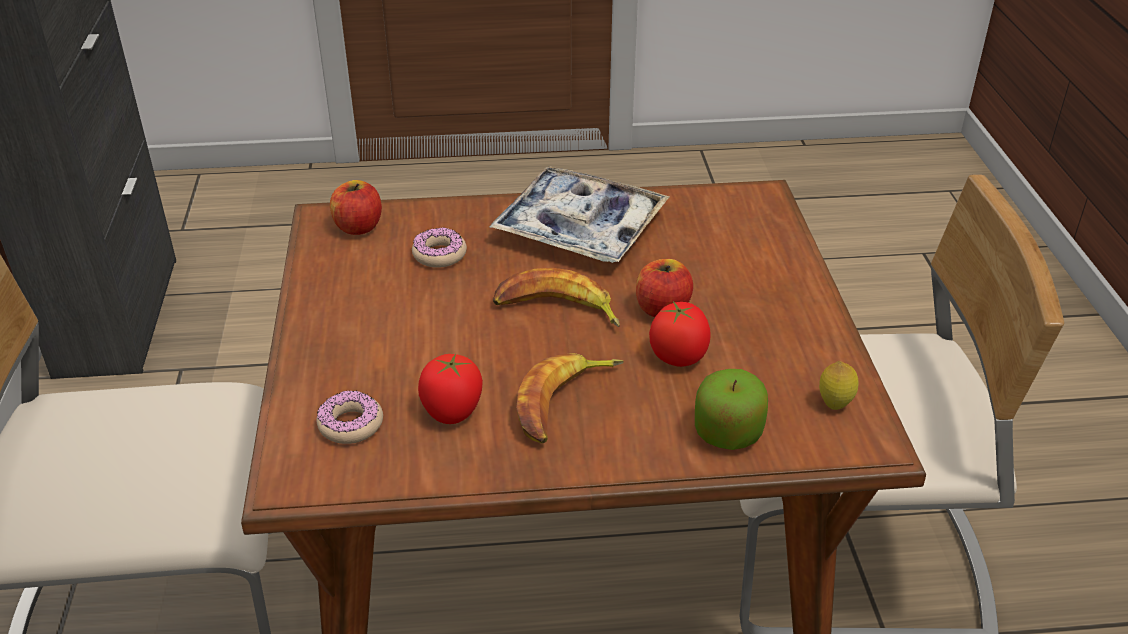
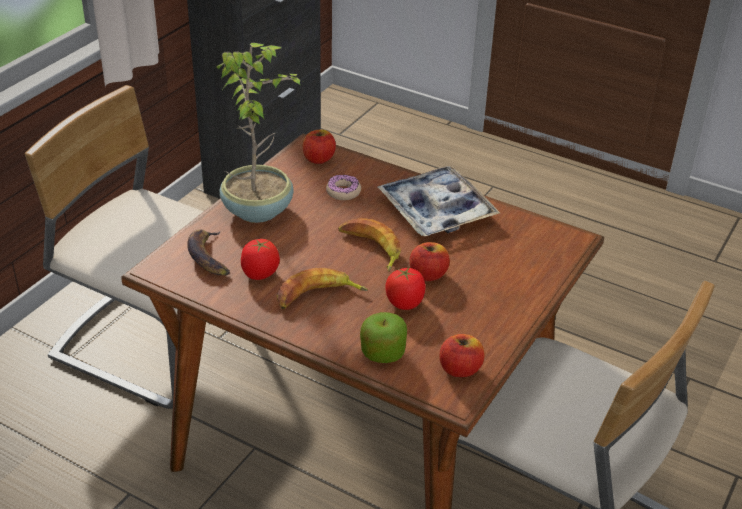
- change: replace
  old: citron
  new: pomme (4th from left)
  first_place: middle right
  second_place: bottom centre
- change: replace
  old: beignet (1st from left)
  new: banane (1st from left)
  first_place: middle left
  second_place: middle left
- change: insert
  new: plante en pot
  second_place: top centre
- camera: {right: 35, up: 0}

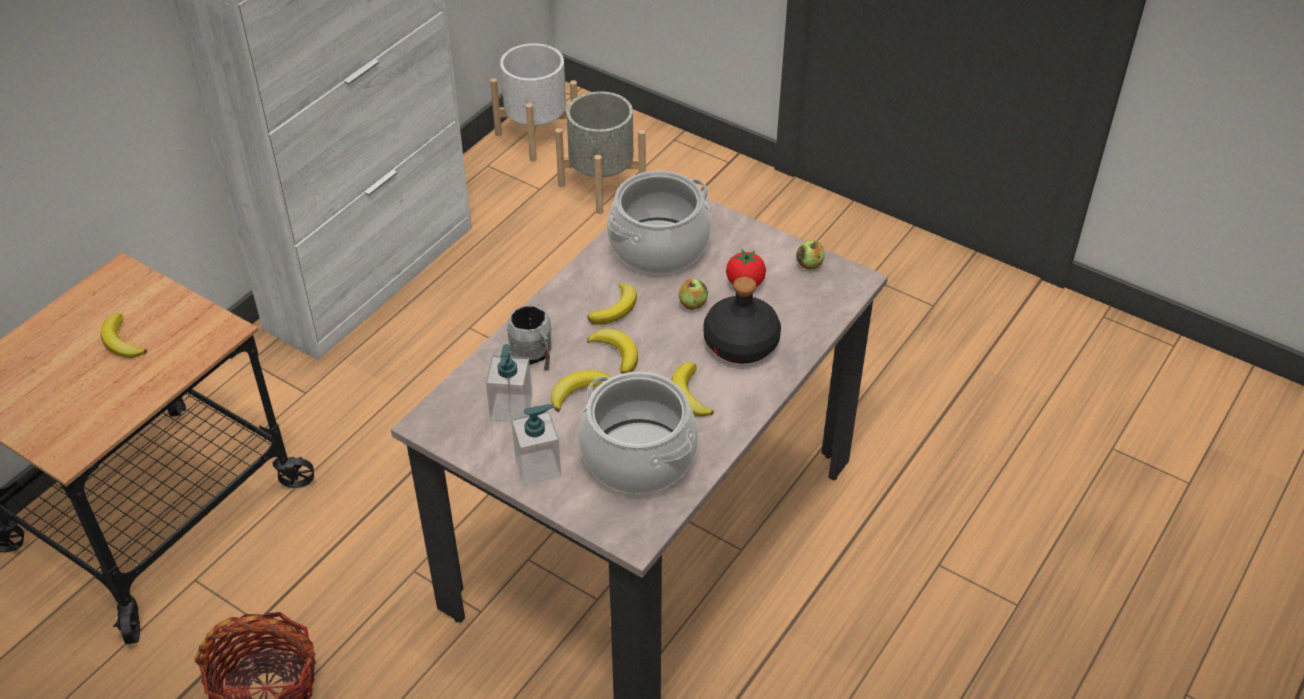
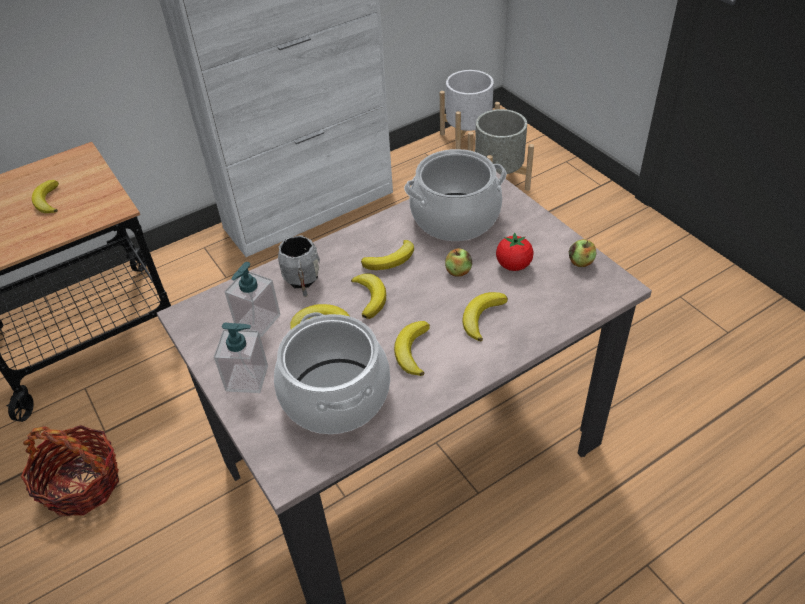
- change: replace
  old: bouteille/noir
  new: banane (6th from left)
  first_place: centre
  second_place: centre
- camera: {right: 25, up: 0}

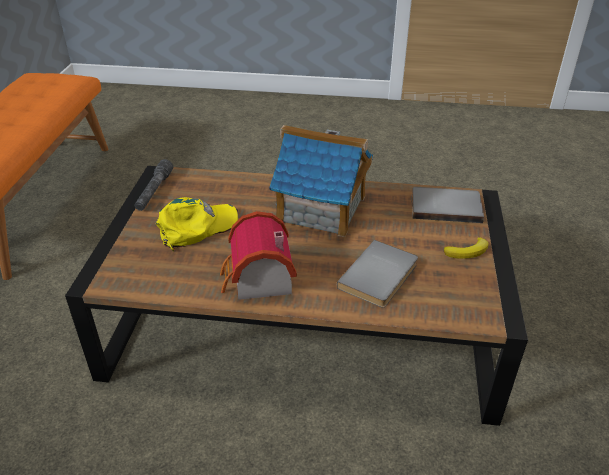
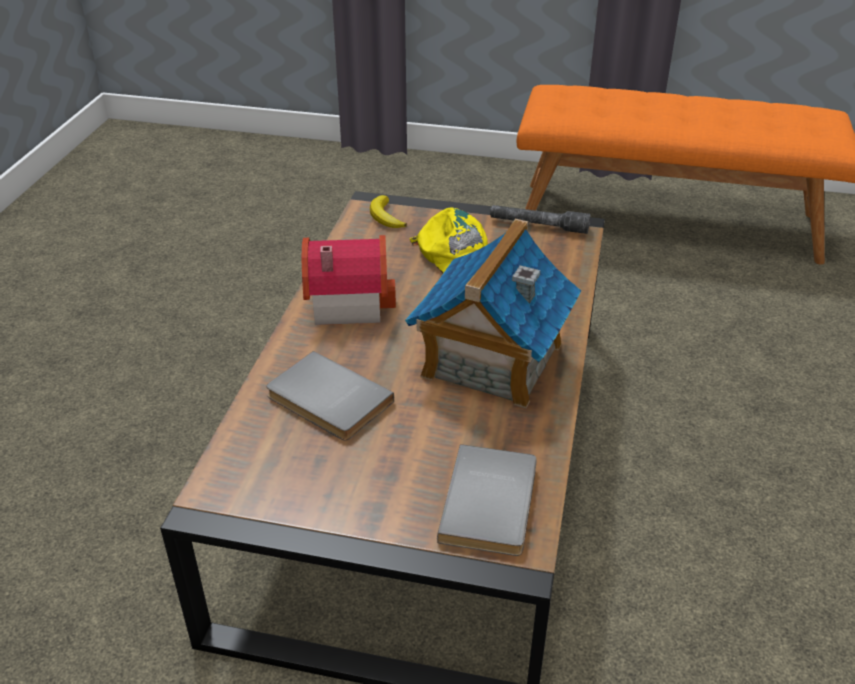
- change: move
  old: banane
  first_place: middle right
  second_place: top centre
- camera: {right: 95, up: 0}

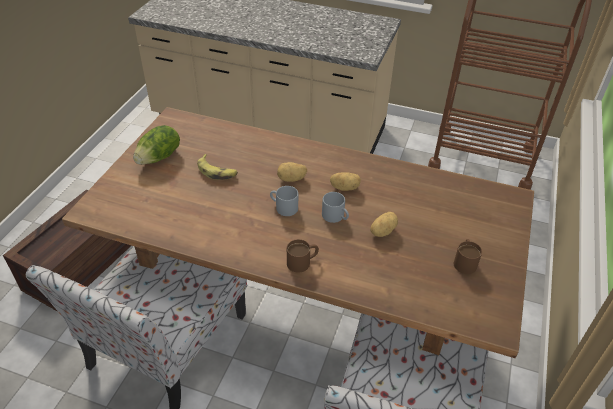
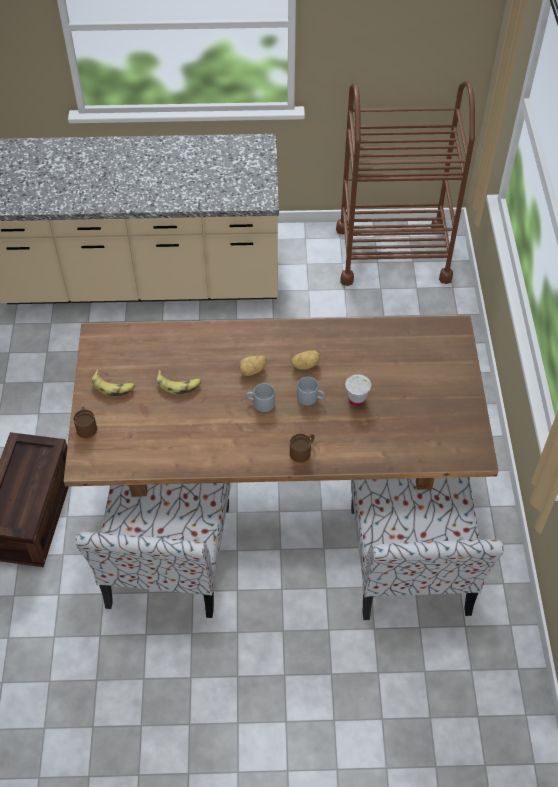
- change: replace
  old: laitue
  new: banane (1st from left)
  first_place: middle left
  second_place: middle left
- change: replace
  old: pomme de terre (3rd from left)
  new: tasse/blanc
  first_place: centre
  second_place: centre
- change: move
  old: mug/marron (2nd from left in the first image)
  new: mug/marron (1st from left)
  first_place: middle right
  second_place: middle left
- camera: {right: -20, up: 10}

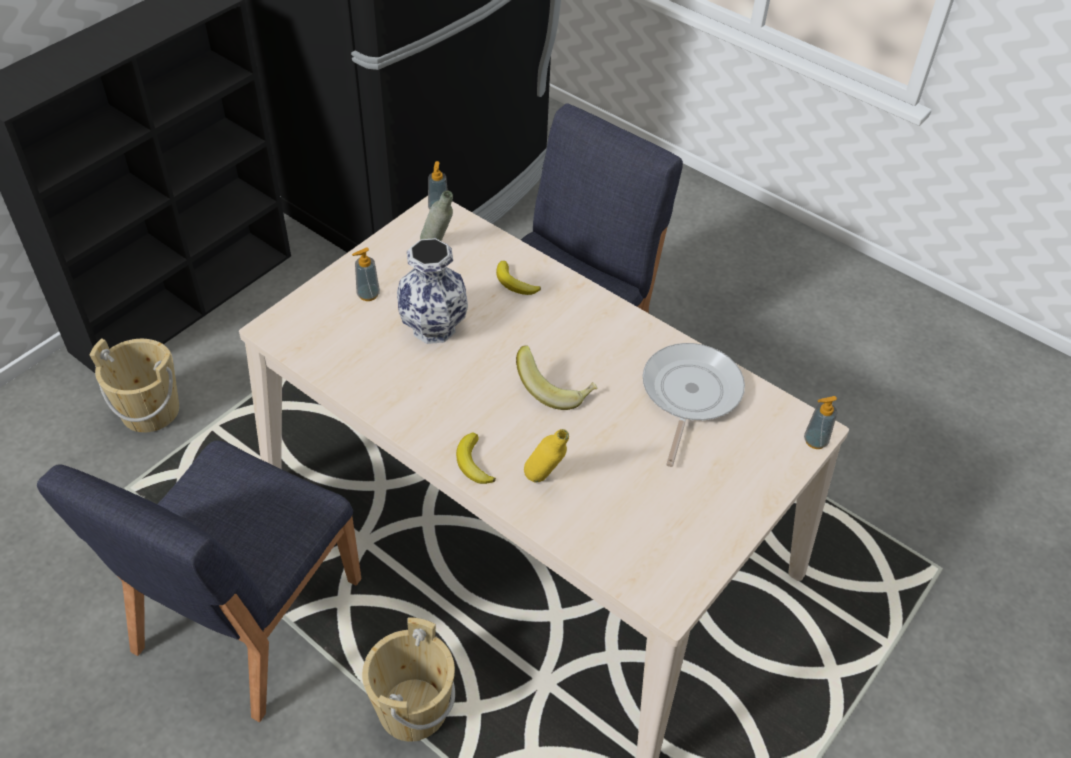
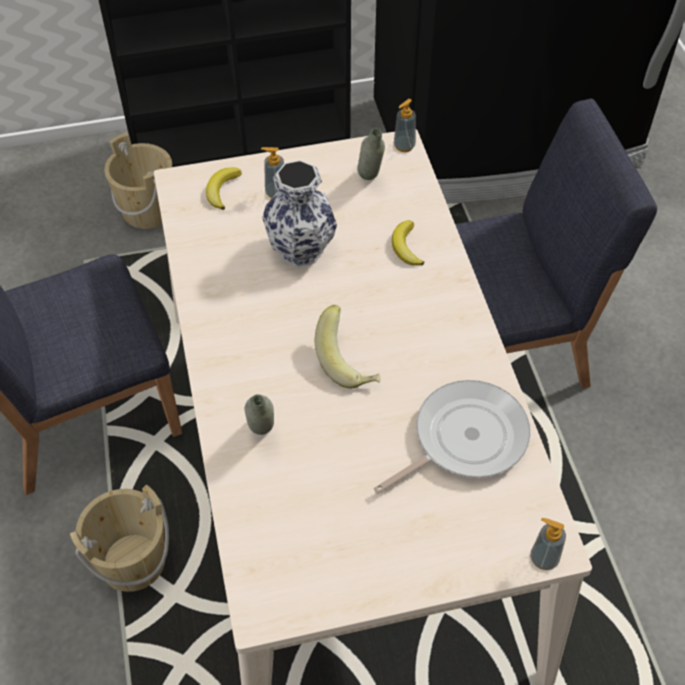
- change: recolor
  old: bouteille/jaune
  new: bouteille/gris (1st from left)
  first_place: centre
  second_place: centre
- change: move
  old: banane (1st from left)
  first_place: centre
  second_place: top left
- camera: {right: 40, up: 5}

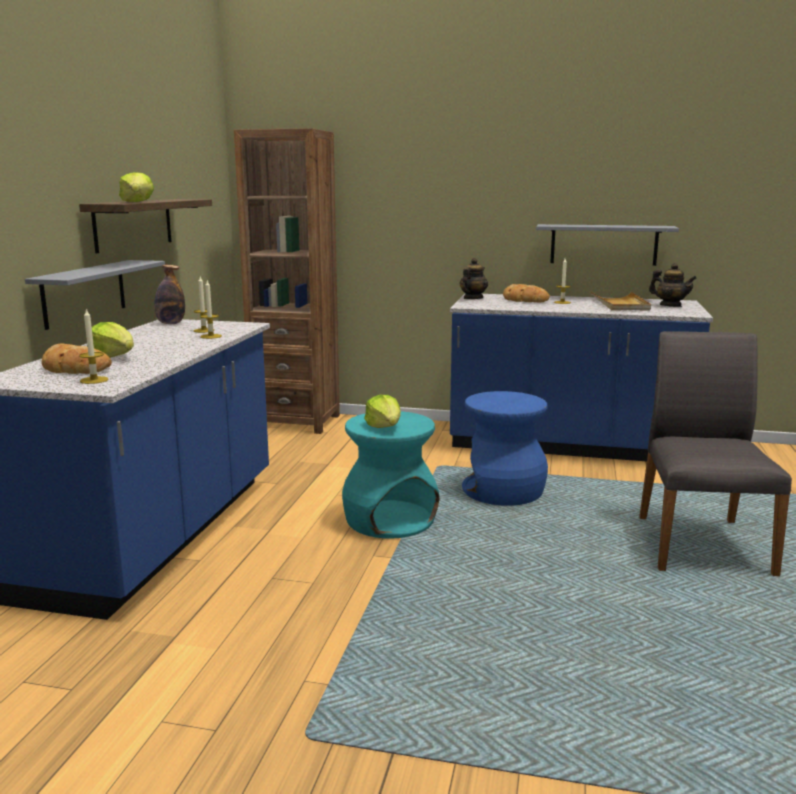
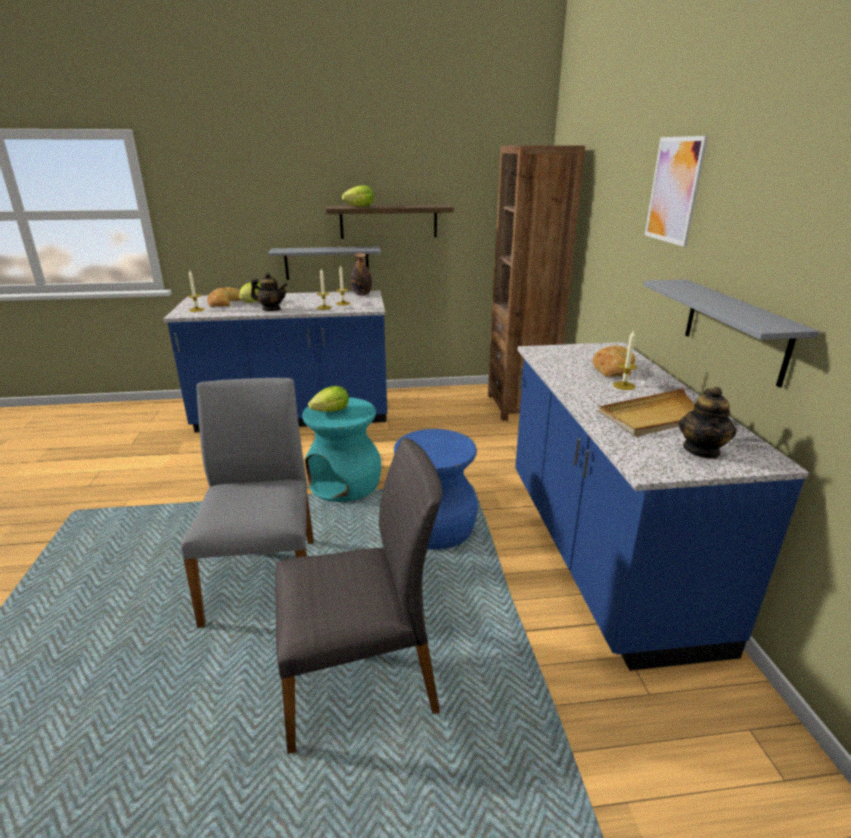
- change: move
  old: théière (1st from left)
  first_place: centre
  second_place: middle left
- change: insert
  new: tableau
  second_place: top right
- change: insert
  new: chaise/gris (1st from left)
  second_place: middle left
- camera: {right: 70, up: 10}

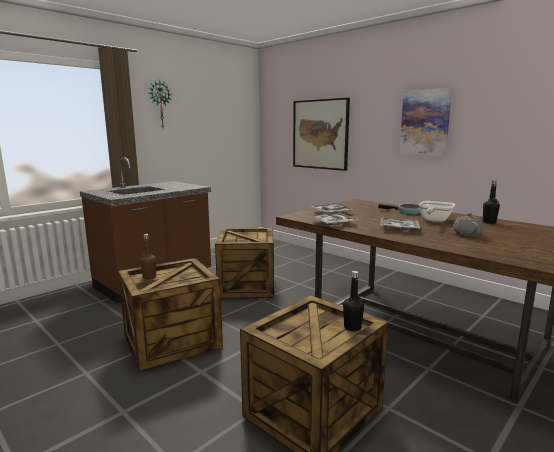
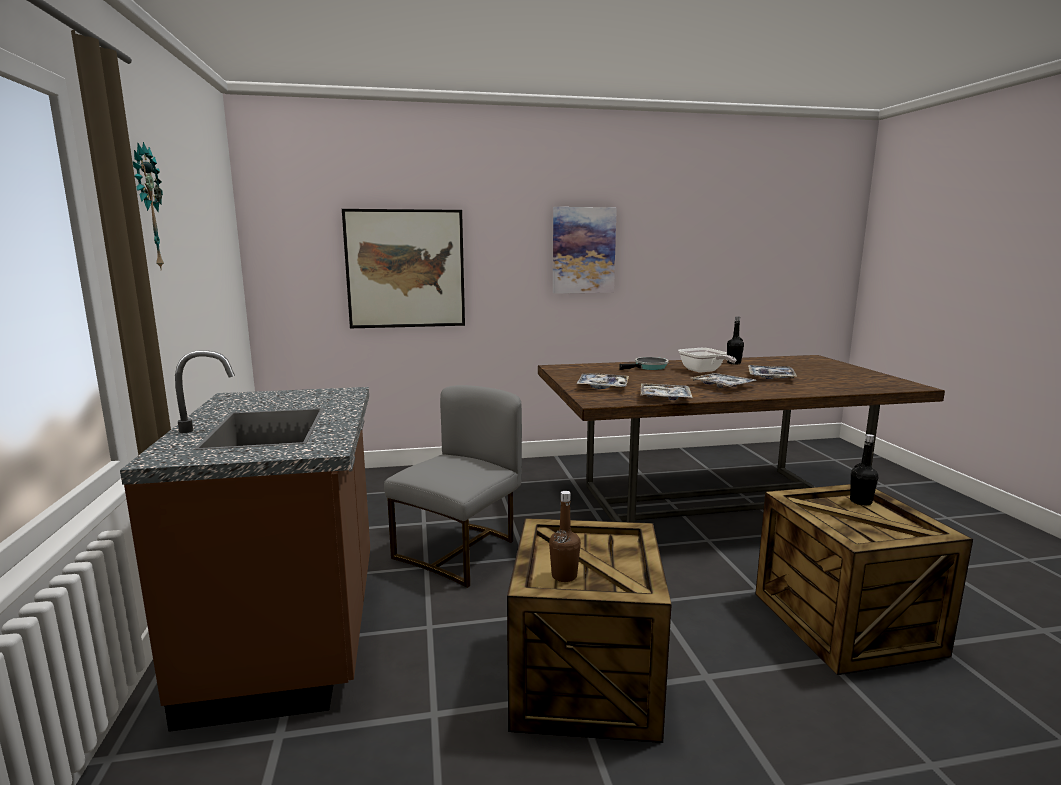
- change: replace
  old: théière/gris
  new: plateau (4th from left)
  first_place: middle right
  second_place: middle right
- change: replace
  old: caisse (2nd from left)
  new: chaise/gris
  first_place: centre
  second_place: centre
- camera: {right: -55, up: 0}

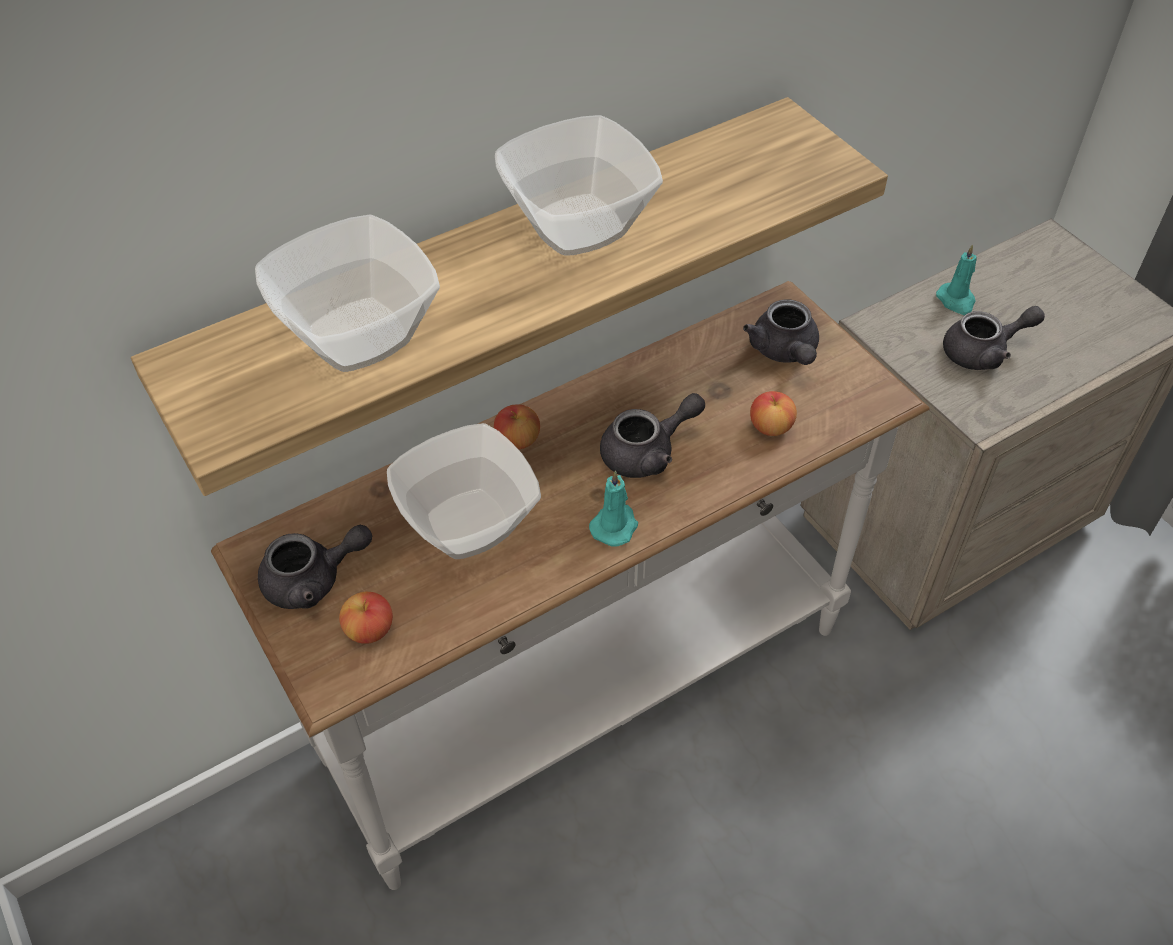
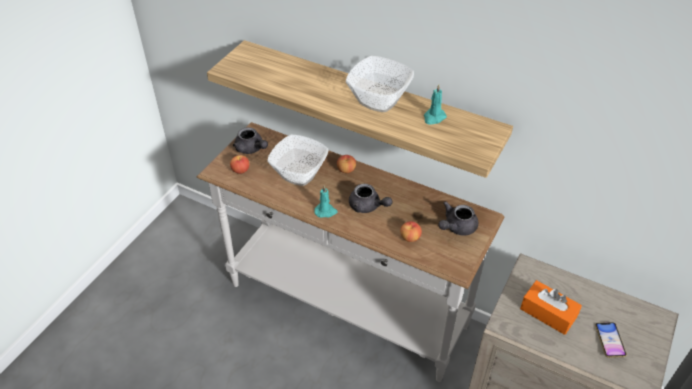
- change: delete
  old: bol (1st from left)
  first_place: top left
- change: move
  old: bougie/turquoise (2nd from left)
  first_place: top right
  second_place: top centre
- change: replace
  old: théière/gris (4th from left)
  new: boîte à mouchoirs/orange
  first_place: middle right
  second_place: bottom right
- change: insert
  new: téléphone
  second_place: bottom right
- camera: {right: 60, up: -5}

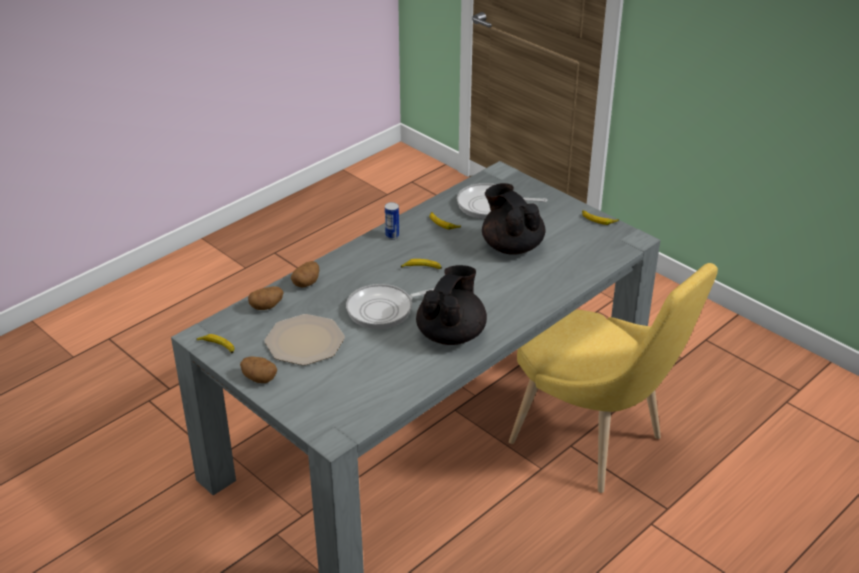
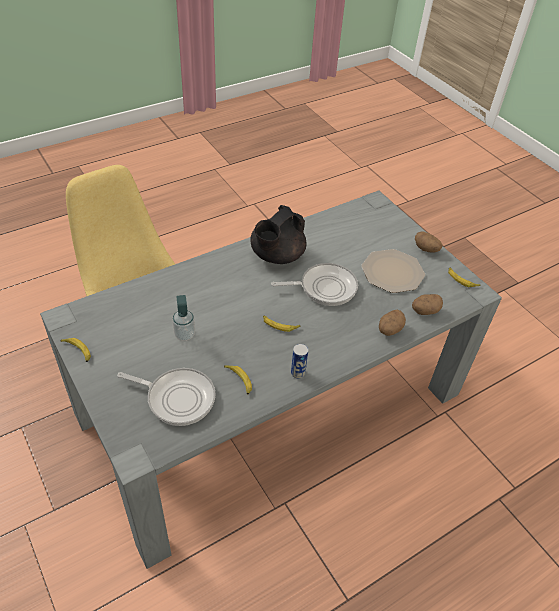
- change: replace
  old: théière/noir (2nd from left)
  new: distributeur de savon
  first_place: centre
  second_place: middle left
- camera: {right: -170, up: 10}

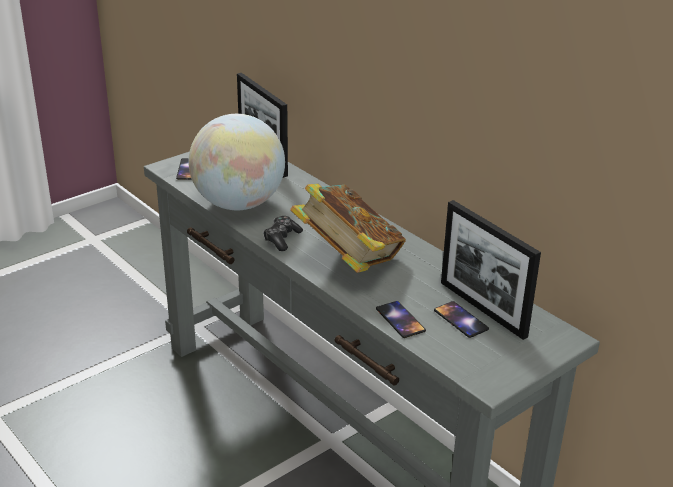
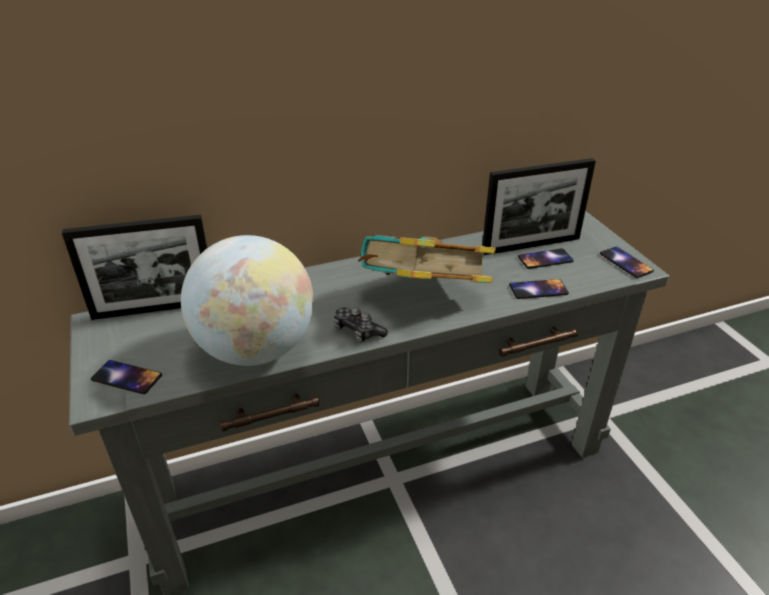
- change: insert
  new: téléphone (4th from left)
  second_place: middle right
- camera: {right: -70, up: 5}

